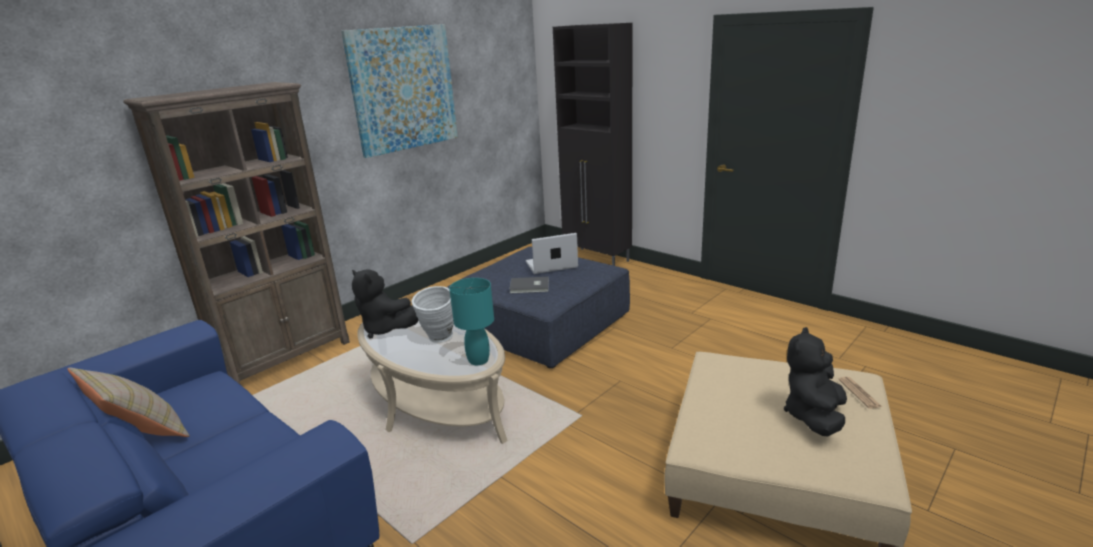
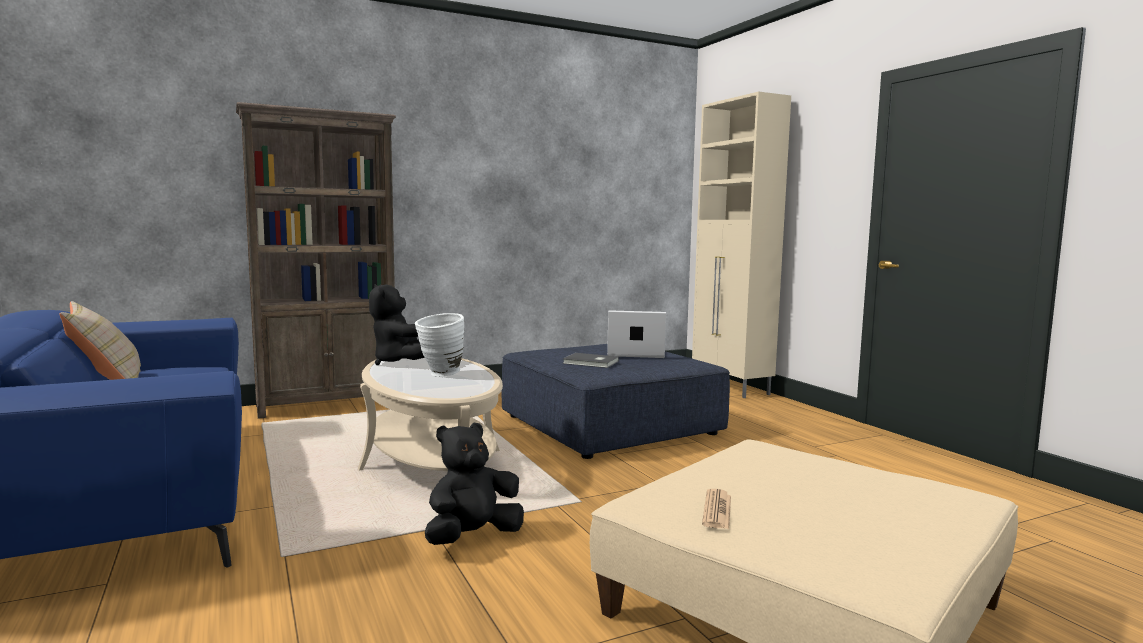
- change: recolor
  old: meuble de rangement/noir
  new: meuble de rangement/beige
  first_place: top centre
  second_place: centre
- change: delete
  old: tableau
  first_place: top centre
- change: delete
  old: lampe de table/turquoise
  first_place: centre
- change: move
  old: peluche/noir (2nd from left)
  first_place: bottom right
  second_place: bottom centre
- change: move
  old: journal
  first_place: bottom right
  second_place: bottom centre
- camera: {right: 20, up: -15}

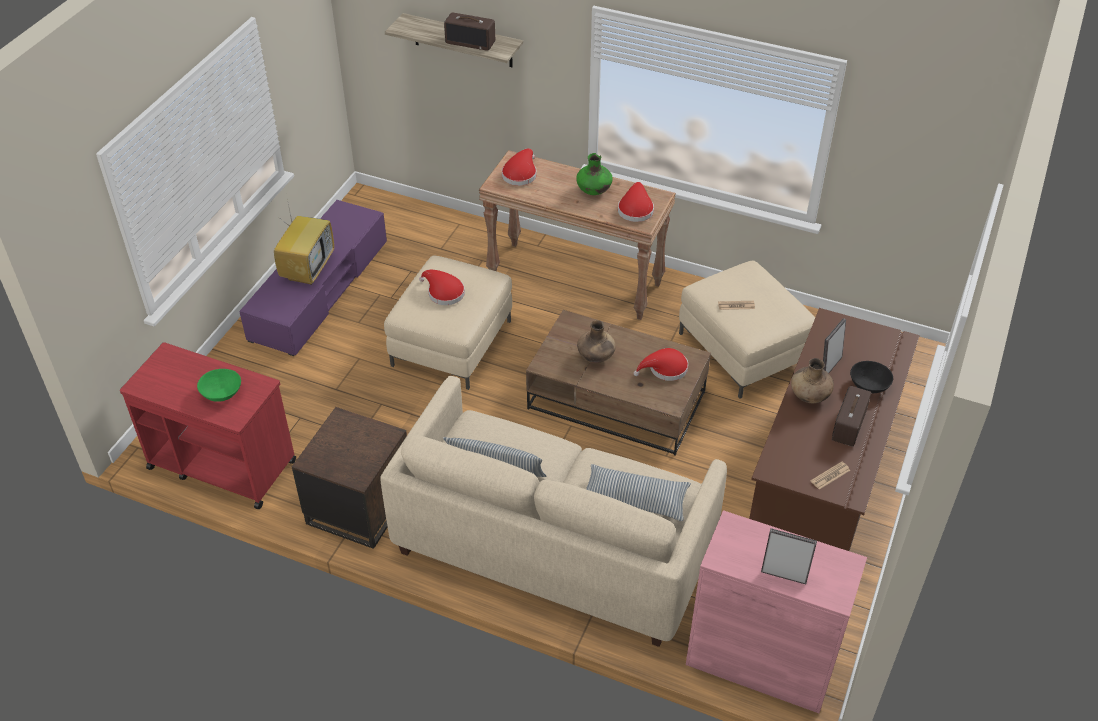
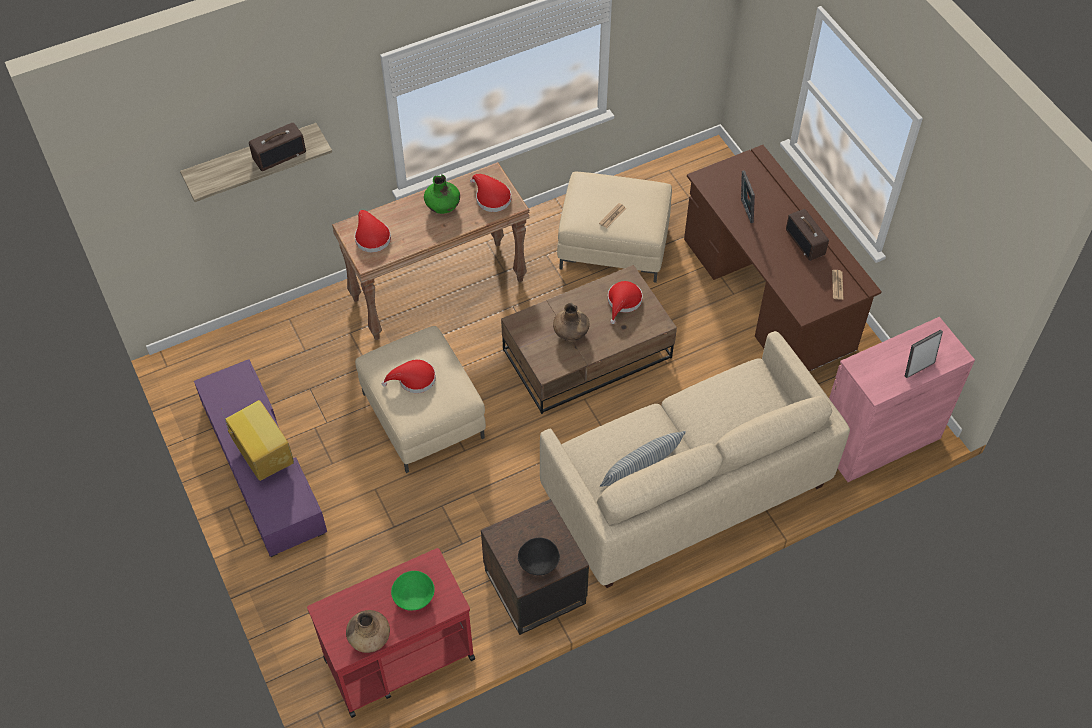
- change: move
  old: vase/marron (2nd from left in the first image)
  new: vase/marron (1st from left)
  first_place: middle right
  second_place: bottom centre
- change: move
  old: bol/noir
  first_place: middle right
  second_place: bottom centre
- change: delete
  old: coussin (2nd from left)
  first_place: bottom centre
- camera: {right: -50, up: 10}

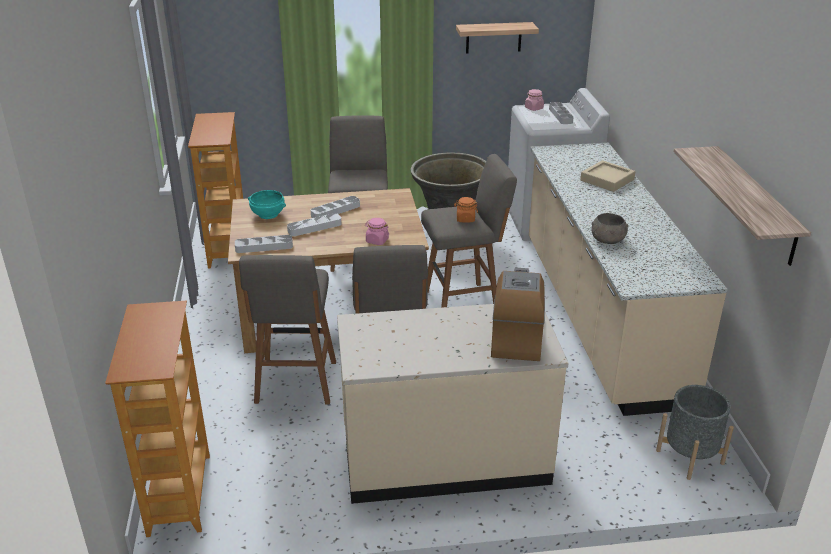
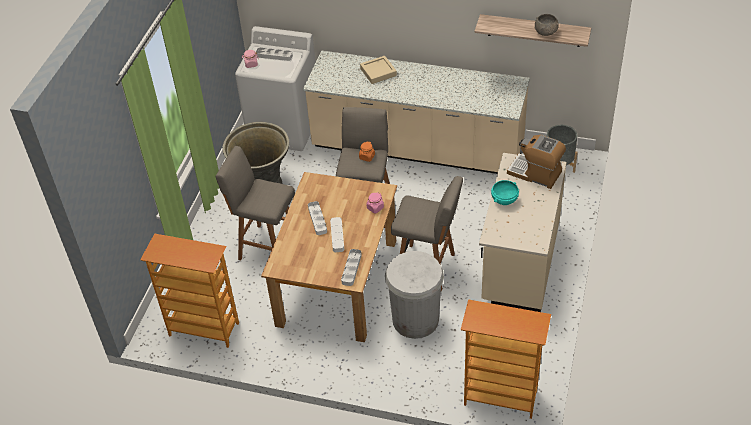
- change: delete
  old: étagère (1st from left)
  first_place: top centre
- change: move
  old: bol/turquoise
  first_place: middle left
  second_place: middle right
- change: move
  old: bol/gris
  first_place: middle right
  second_place: top right
- change: replace
  old: tabouret/gris (1st from left)
  new: poubelle/blanc
  first_place: centre
  second_place: bottom centre
- camera: {right: -65, up: 15}

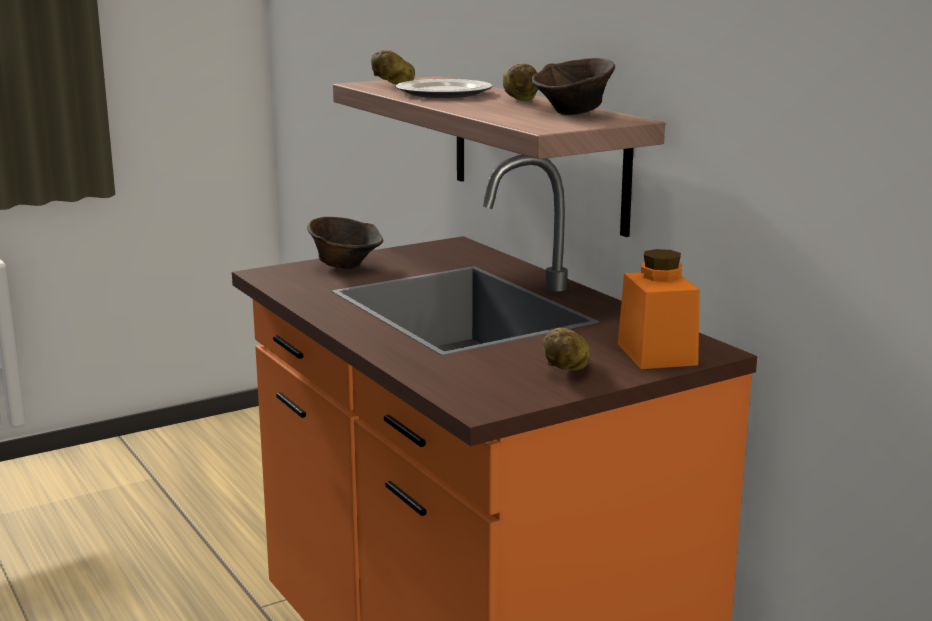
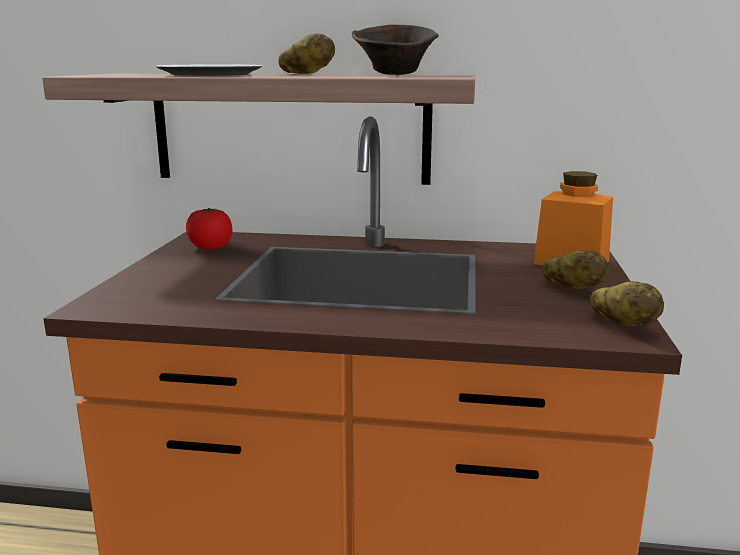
- change: move
  old: pomme de terre (1st from left in the first image)
  new: pomme de terre (3rd from left)
  first_place: top centre
  second_place: middle right
- change: delete
  old: bol/marron (1st from left)
  first_place: centre
- change: insert
  new: tomate
  second_place: middle left
- camera: {right: -50, up: 0}

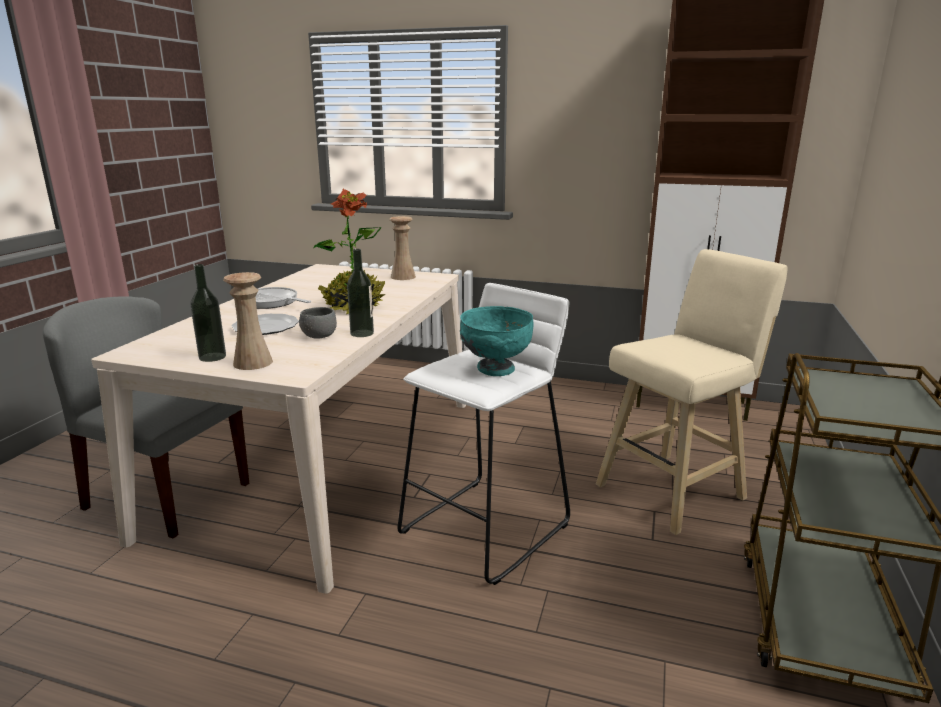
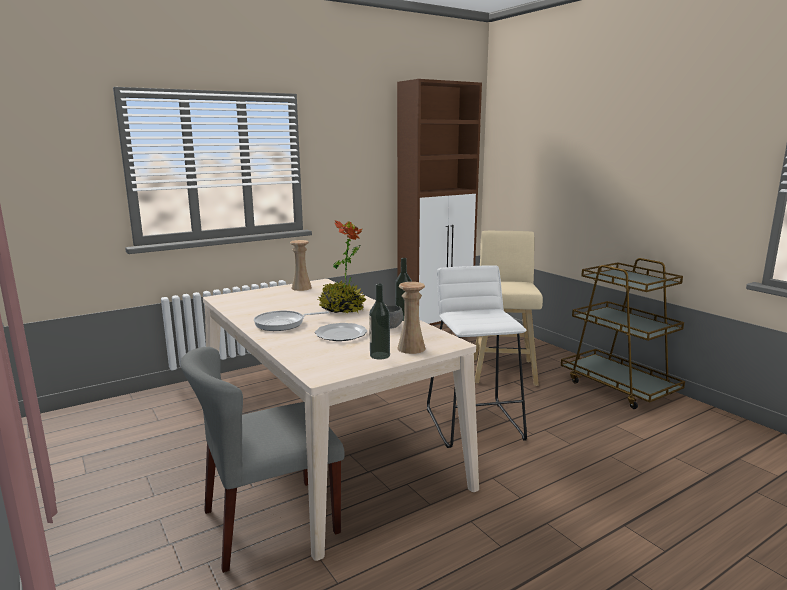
- change: delete
  old: bol/turquoise
  first_place: centre
- camera: {right: -50, up: -5}

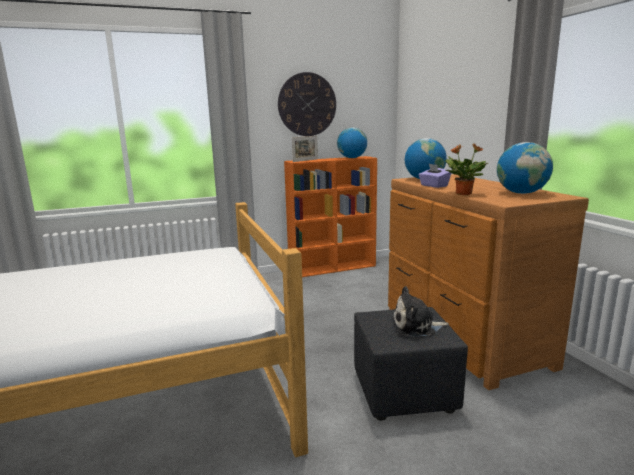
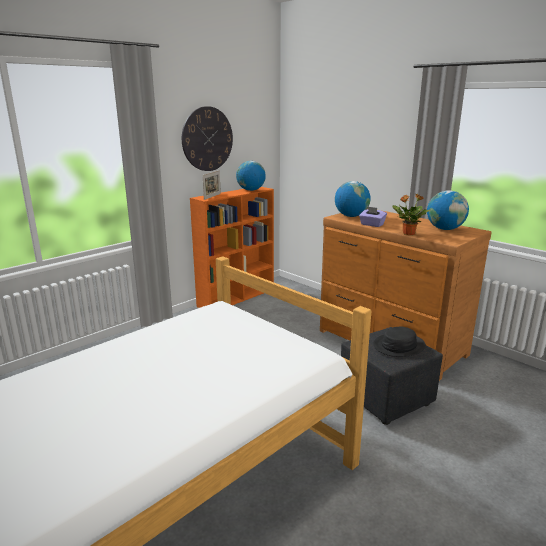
- change: replace
  old: peluche
  new: chapeau/noir
  first_place: centre
  second_place: middle right
- camera: {right: -25, up: 5}

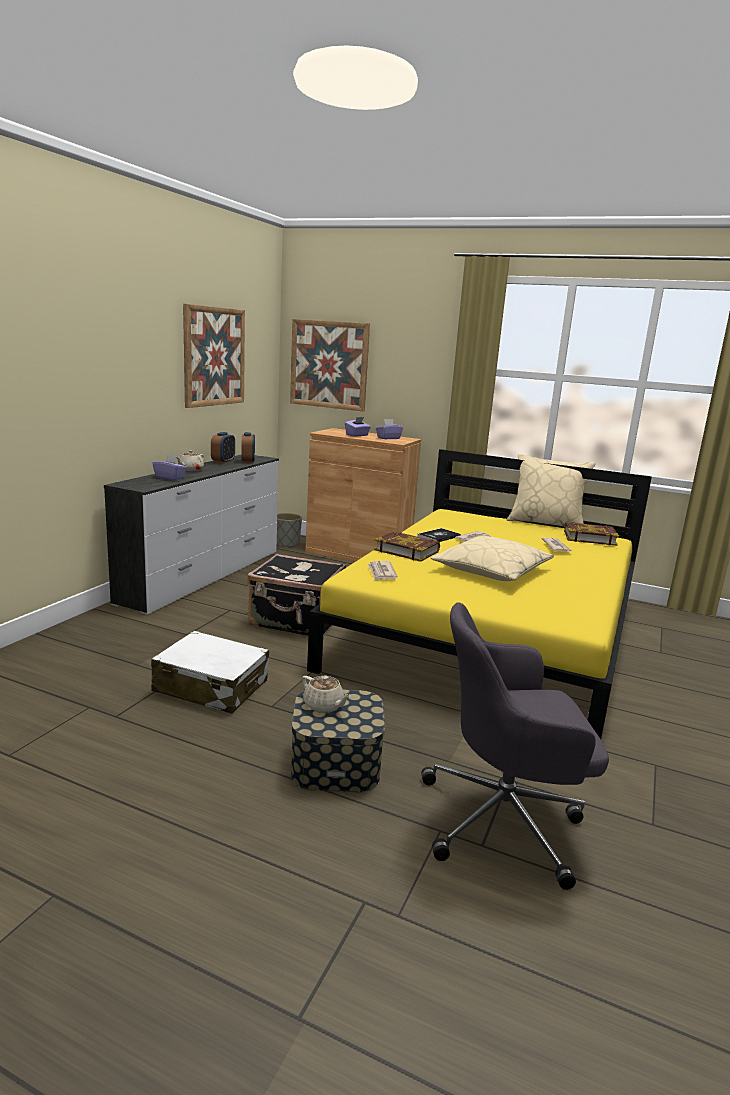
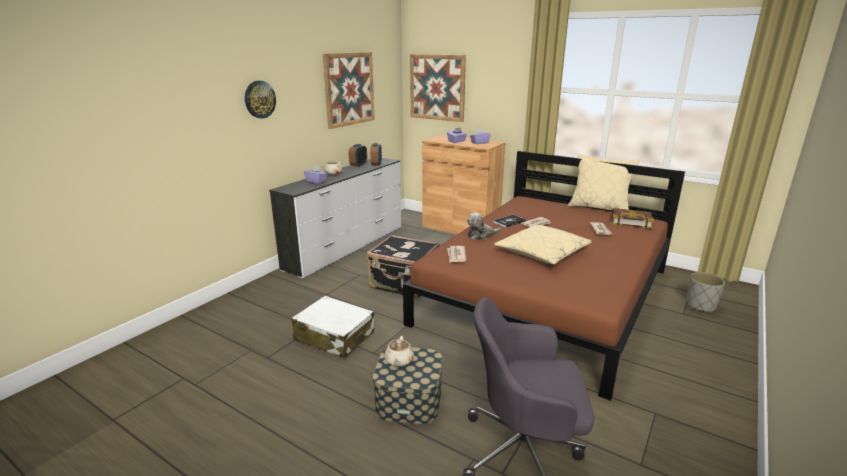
- change: recolor
  old: lit/jaune
  new: lit/marron
  first_place: centre
  second_place: centre
- change: move
  old: cache-pot/gris
  first_place: centre
  second_place: middle right
- change: replace
  old: livre (1st from left)
  new: peluche
  first_place: centre
  second_place: centre
- change: rotate
  old: théière/beige (2nd from left)
  first_place: centre
  second_place: bottom centre
  degrees: 45
- change: insert
  new: horloge murale
  second_place: top left
- camera: {right: 10, up: 5}

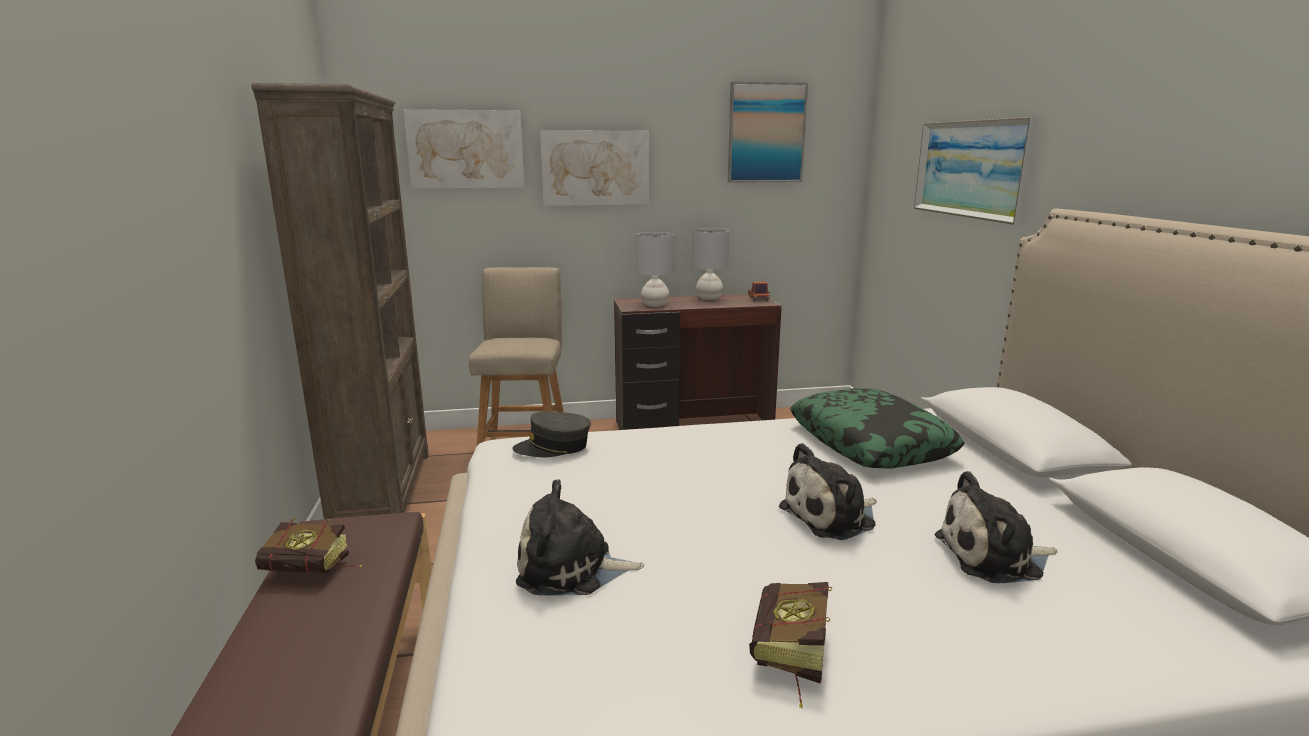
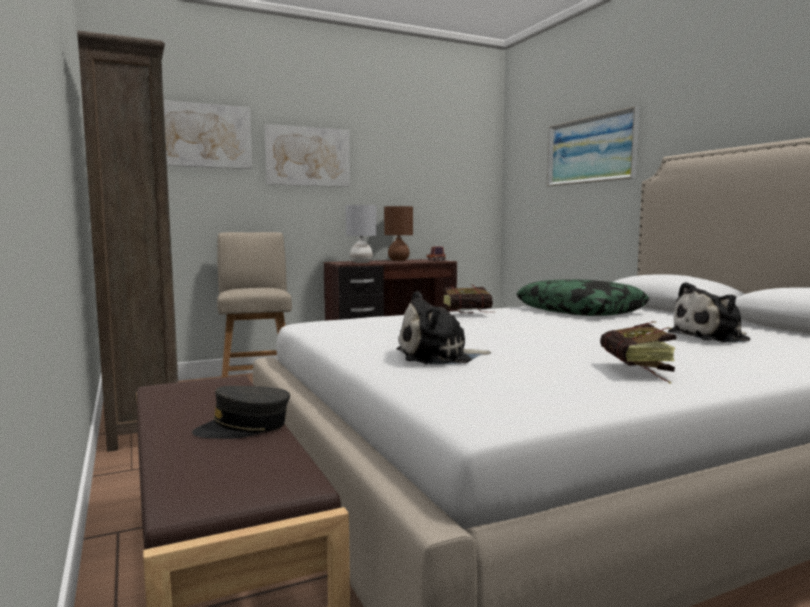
- change: delete
  old: tableau (3rd from left)
  first_place: top centre
- change: recolor
  old: lampe de table/gris (2nd from left)
  new: lampe de table/marron
  first_place: centre
  second_place: centre
- change: move
  old: casquette/gris
  first_place: centre
  second_place: bottom left
- change: delete
  old: peluche (2nd from left)
  first_place: bottom centre
- change: move
  old: livre (1st from left)
  first_place: bottom left
  second_place: centre
- camera: {right: -15, up: -10}

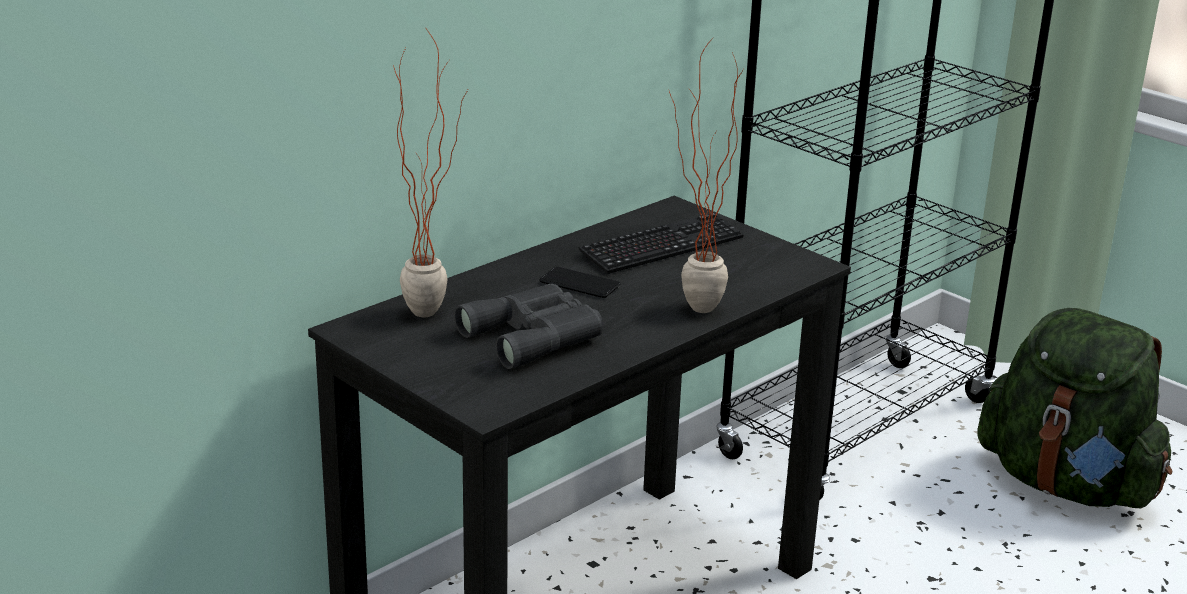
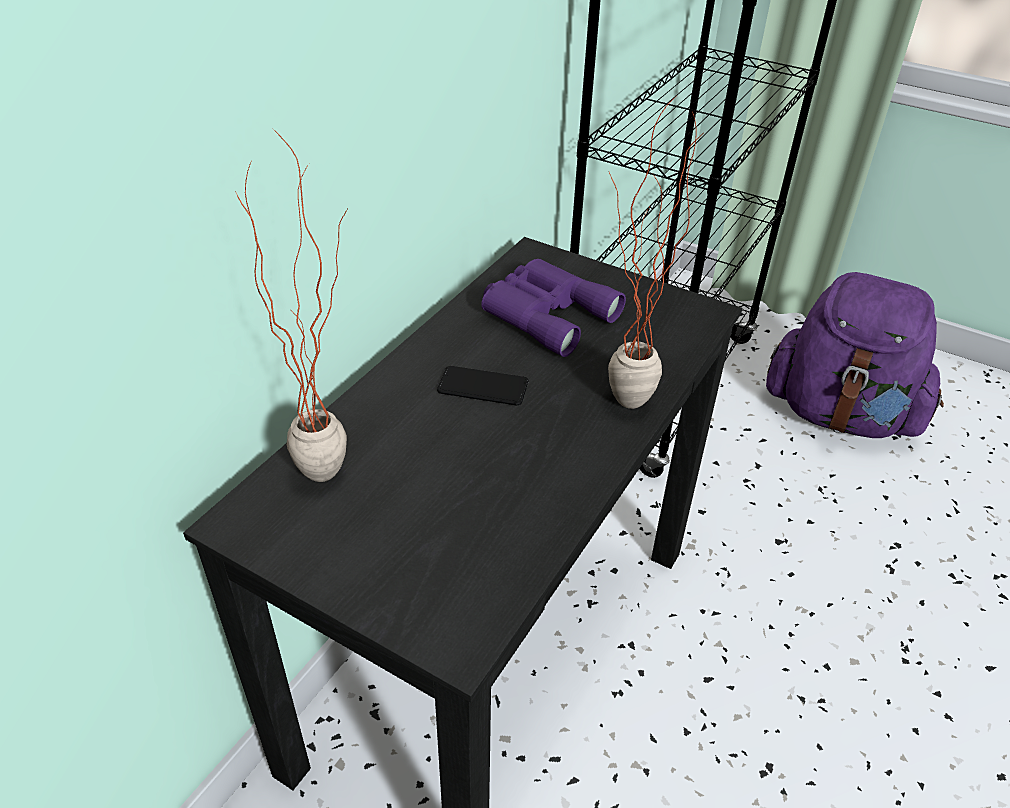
- change: replace
  old: clavier
  new: jumelles/violet
  first_place: centre
  second_place: centre
- change: delete
  old: jumelles/gris
  first_place: centre
- change: recolor
  old: sac à dos/vert
  new: sac à dos/violet
  first_place: bottom right
  second_place: middle right
- camera: {right: -15, up: 15}

